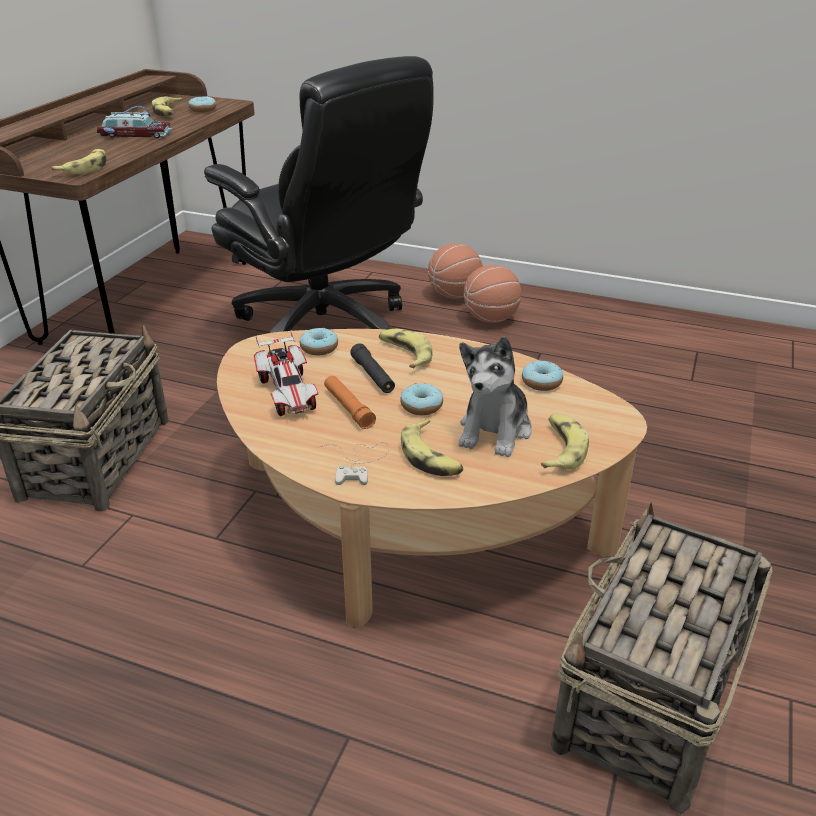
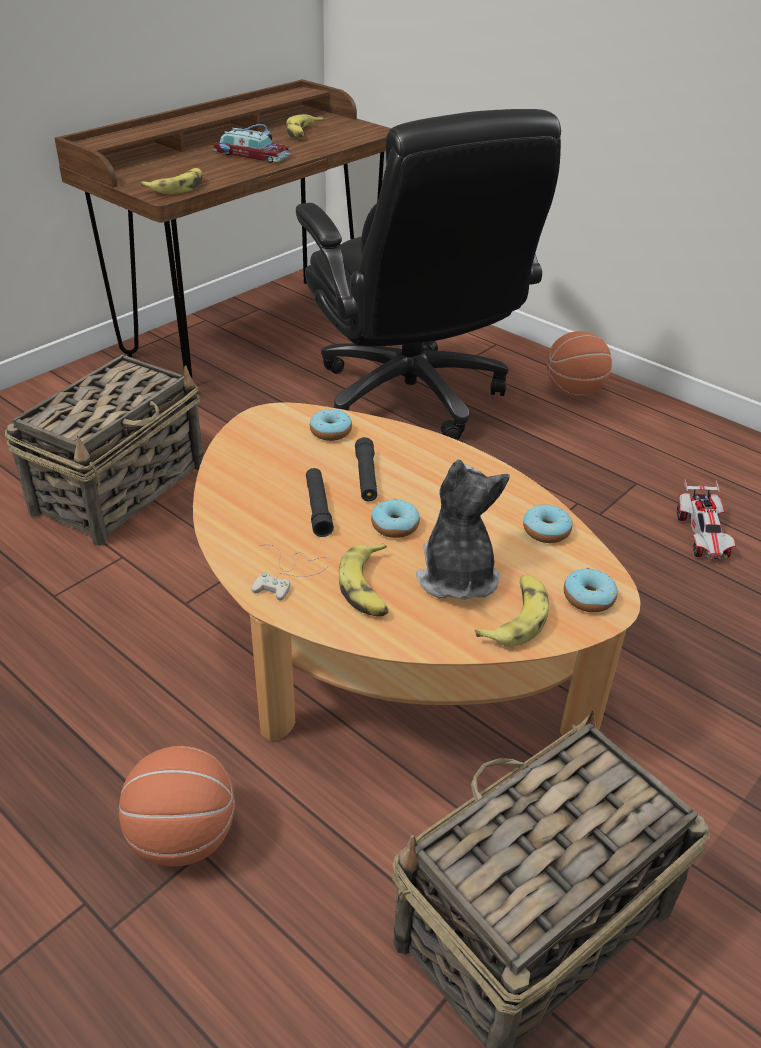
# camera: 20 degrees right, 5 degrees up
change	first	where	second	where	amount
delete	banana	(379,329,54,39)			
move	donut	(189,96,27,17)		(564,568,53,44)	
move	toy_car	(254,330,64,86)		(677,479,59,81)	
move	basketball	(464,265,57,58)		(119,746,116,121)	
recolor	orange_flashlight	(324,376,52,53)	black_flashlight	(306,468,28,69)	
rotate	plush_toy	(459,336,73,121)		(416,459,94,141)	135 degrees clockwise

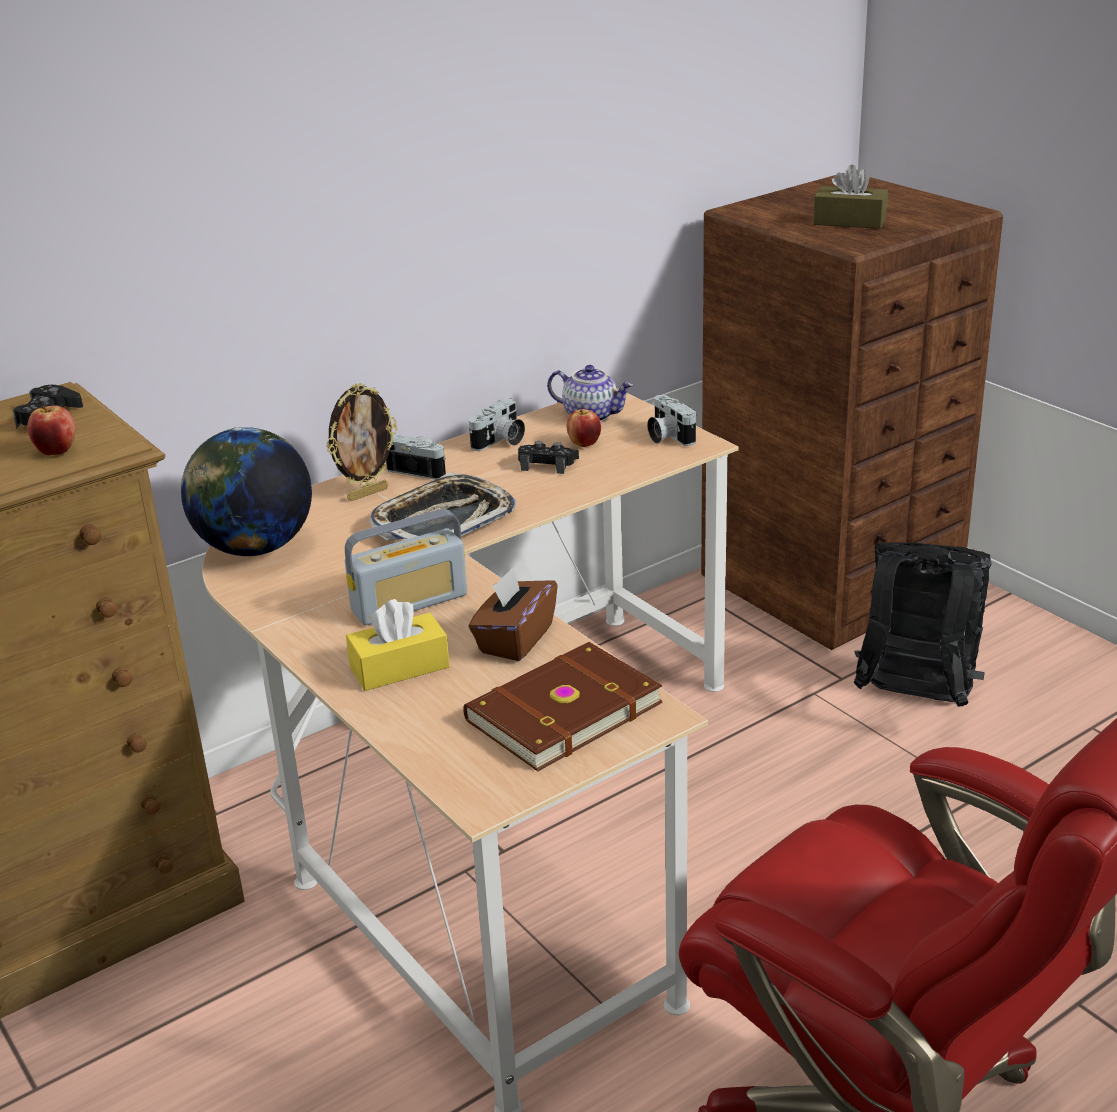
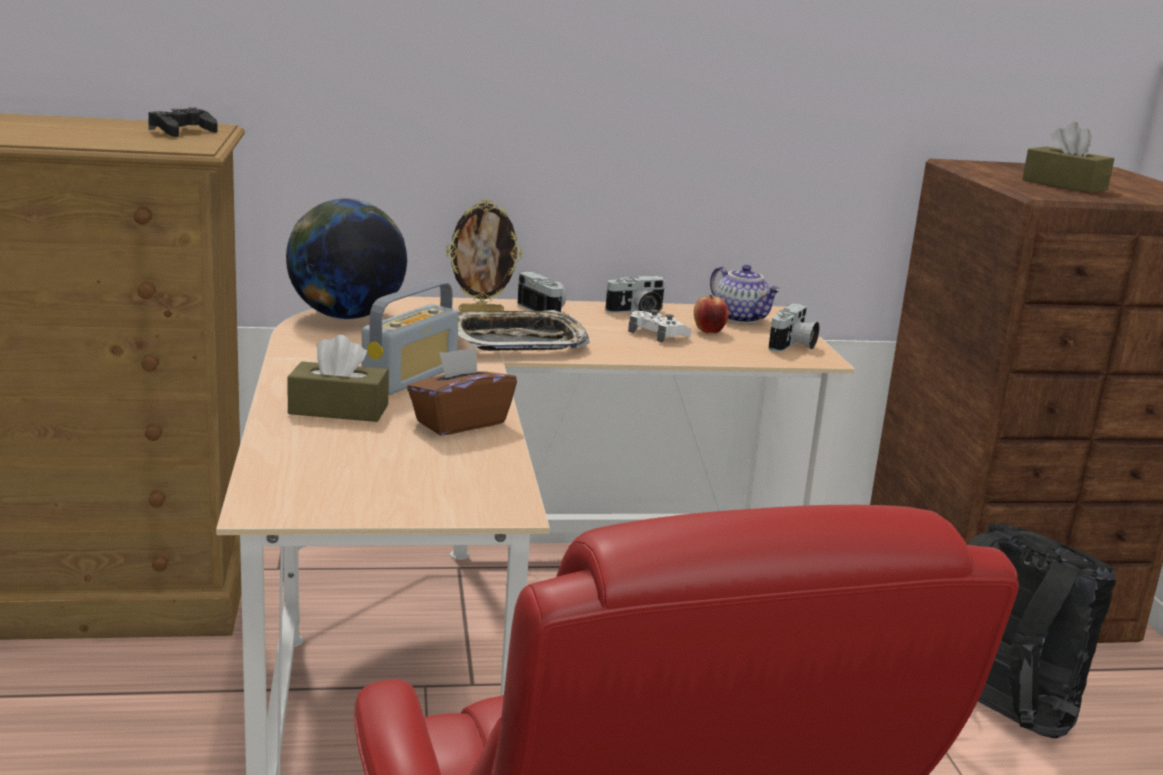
# camera: 25 degrees right, 10 degrees down
change	first	where	second	where	amount
delete	apple	(27,405,48,51)			
delete	brown_book	(463,642,200,129)			
recolor	yellow_tissue_box	(346,599,104,92)	brown_tissue_box	(287,335,102,87)	
recolor	black_game_controller	(518,441,61,33)	white_game_controller	(628,309,63,34)	
rotate	radio	(345,509,122,117)		(361,281,98,114)	60 degrees counterclockwise
rotate	photo_camera	(647,395,49,51)		(768,303,52,49)	150 degrees counterclockwise

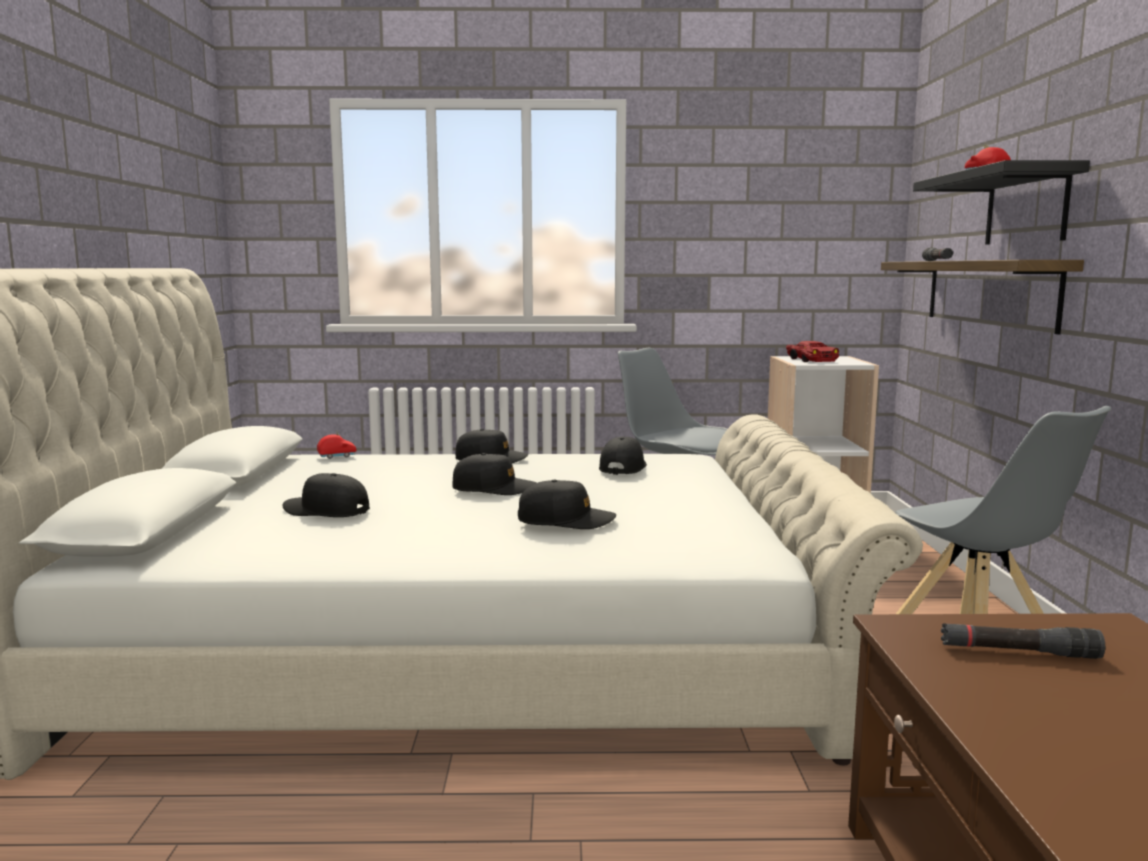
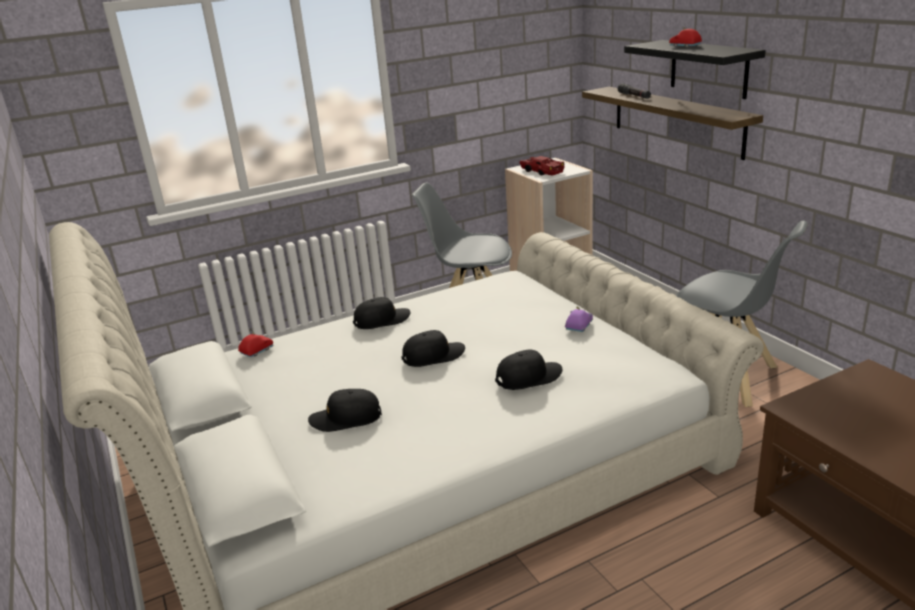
# camera: 25 degrees left, 15 degrees up
change	first	where	second	where	amount
delete	black_cap	(599,437,48,38)			
delete	black_flashlight	(941,623,164,36)			
insert			purple_toy_car	(565,306,28,26)	

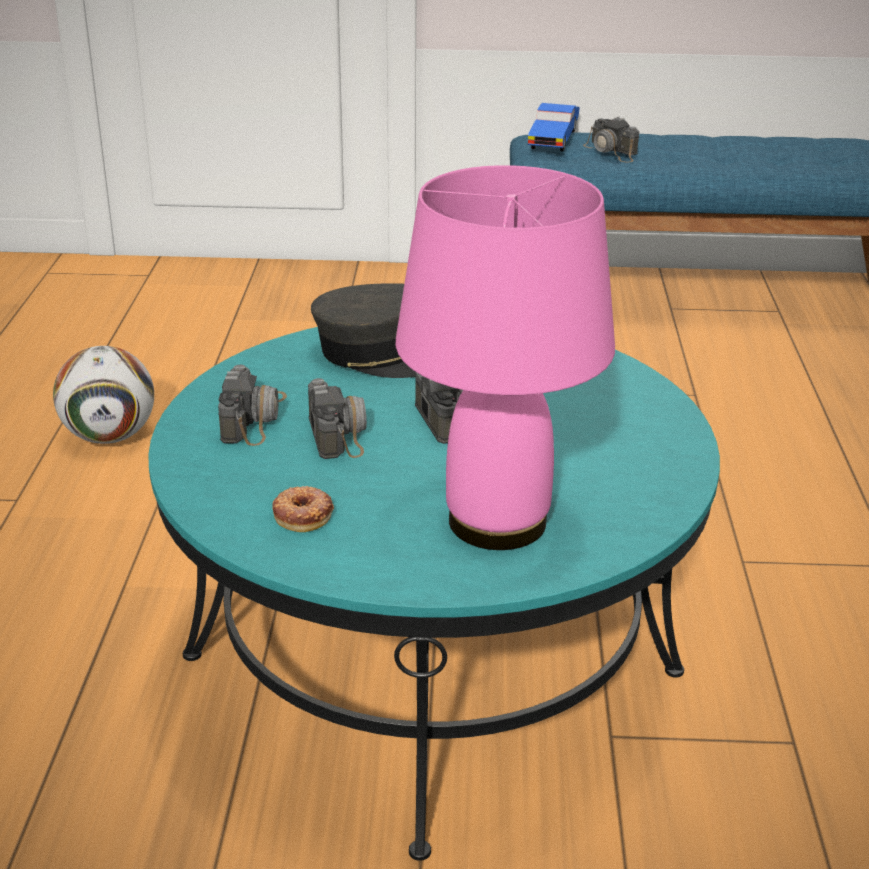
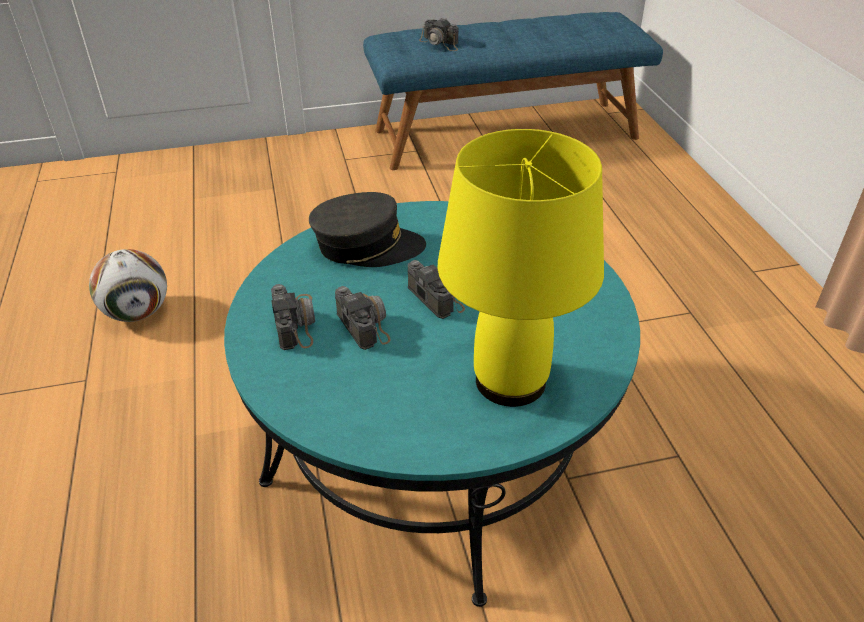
# camera: 15 degrees left, 10 degrees up
change	first	where	second	where	amount
delete	donut	(272,486,62,46)			
delete	blue_toy_car	(528,103,51,49)			
recolor	pink_table_lamp	(396,165,219,385)	yellow_table_lamp	(438,129,166,278)	

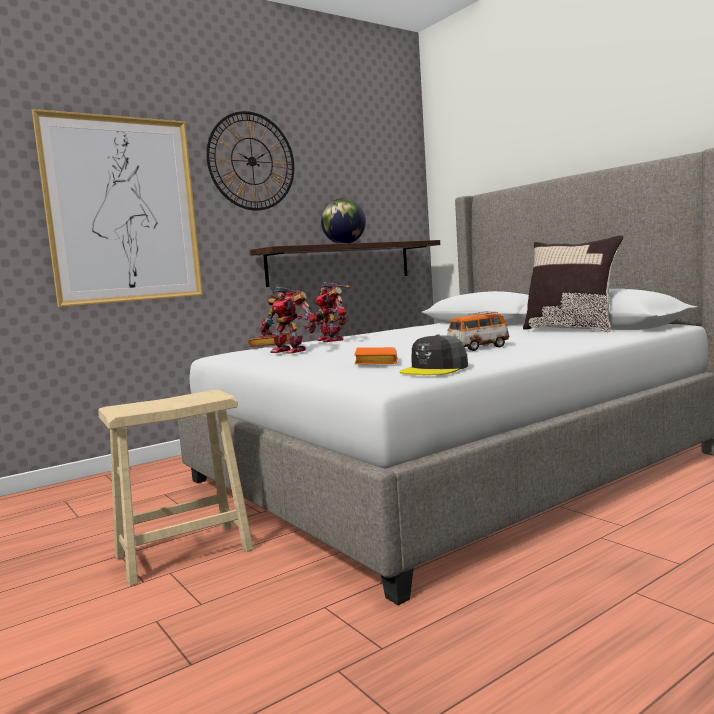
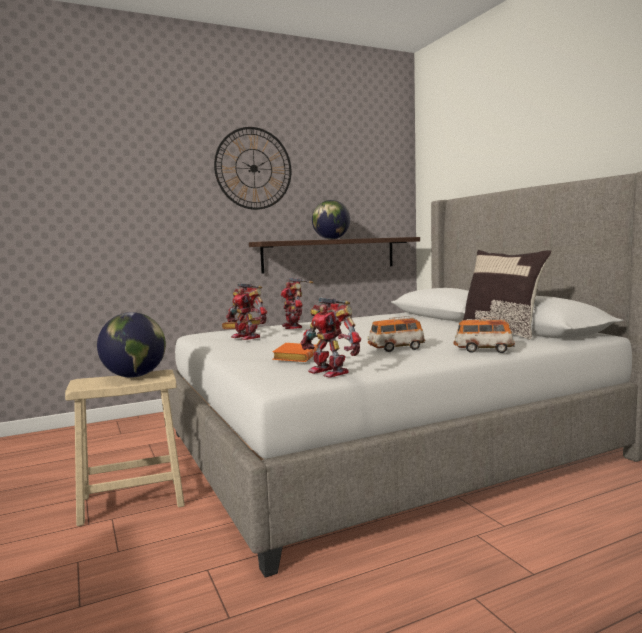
# camera: 10 degrees right, 0 degrees up
change	first	where	second	where	amount
delete	picture	(32,109,171,198)			
insert			globe	(97,312,69,66)	
insert			toy_car	(454,317,61,36)	
replace	grey_cap	(400,334,68,41)	toy_robot	(300,297,61,81)	

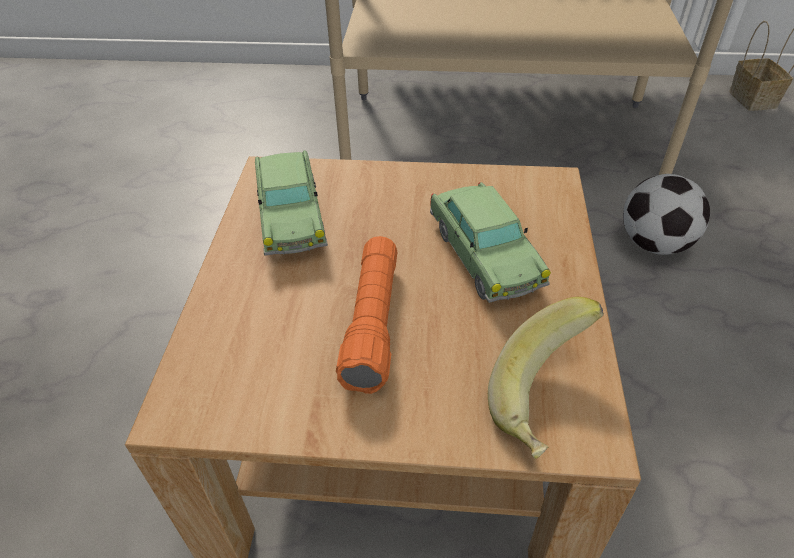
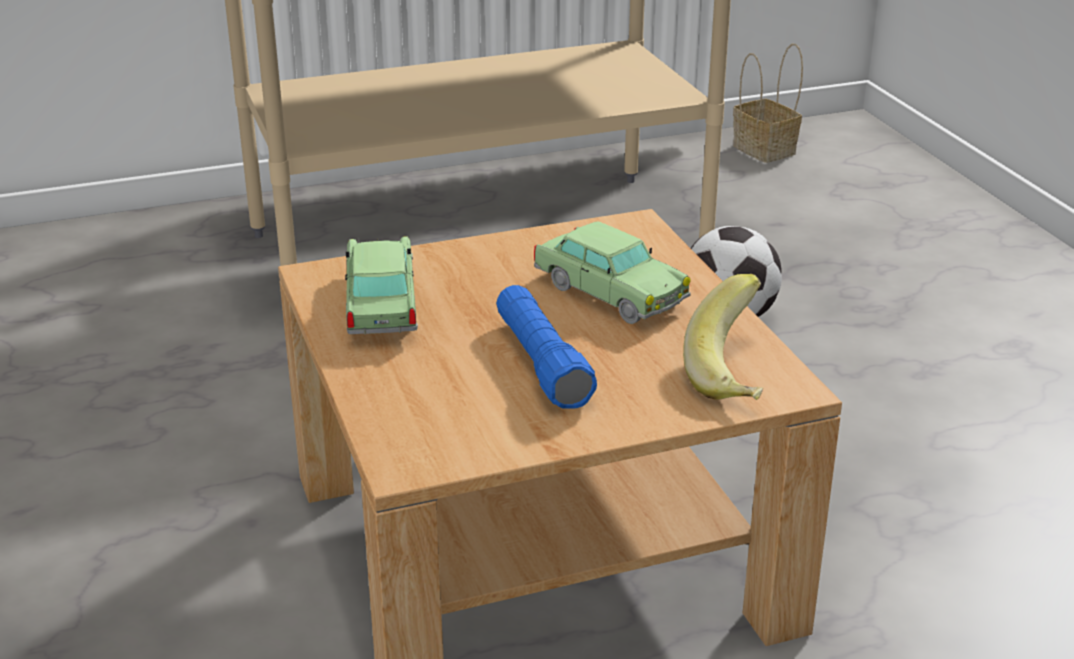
# camera: 25 degrees left, 15 degrees down
change	first	where	second	where	amount
recolor	orange_flashlight	(336,236,61,158)	blue_flashlight	(496,285,101,124)	
rotate	toy_car	(255,150,73,106)		(345,236,73,99)	150 degrees counterclockwise

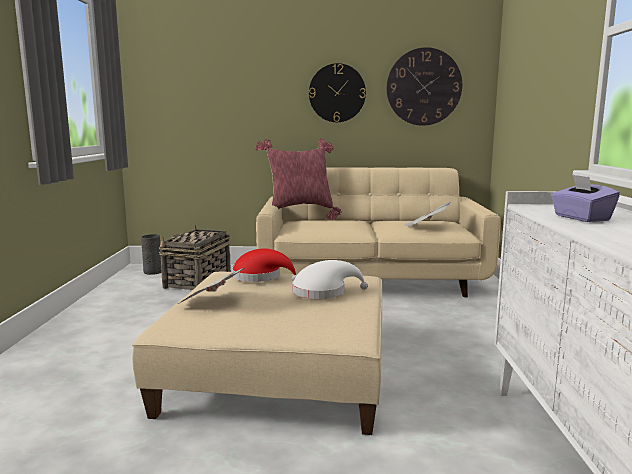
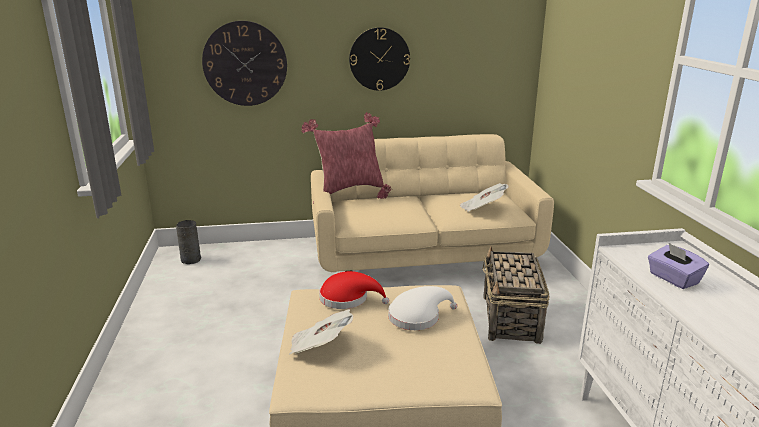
# camera: 10 degrees left, 10 degrees up
change	first	where	second	where	amount
move	basket	(159,225,72,65)		(482,247,68,97)	
move	wall_clock	(387,47,75,79)		(202,21,85,85)	

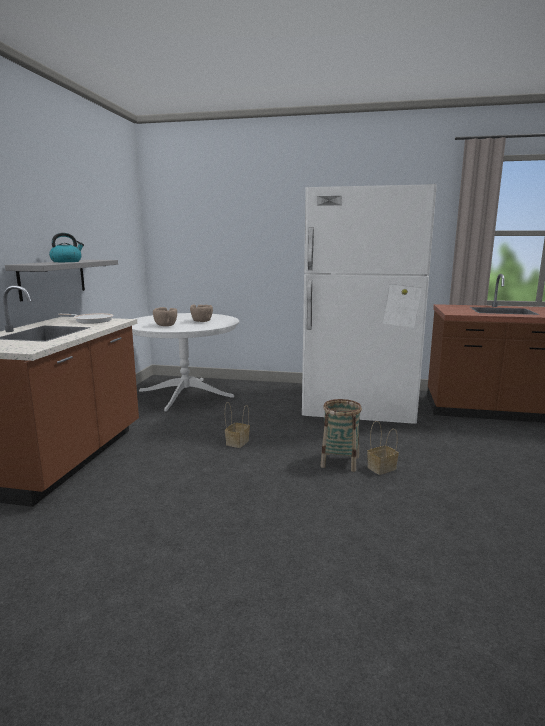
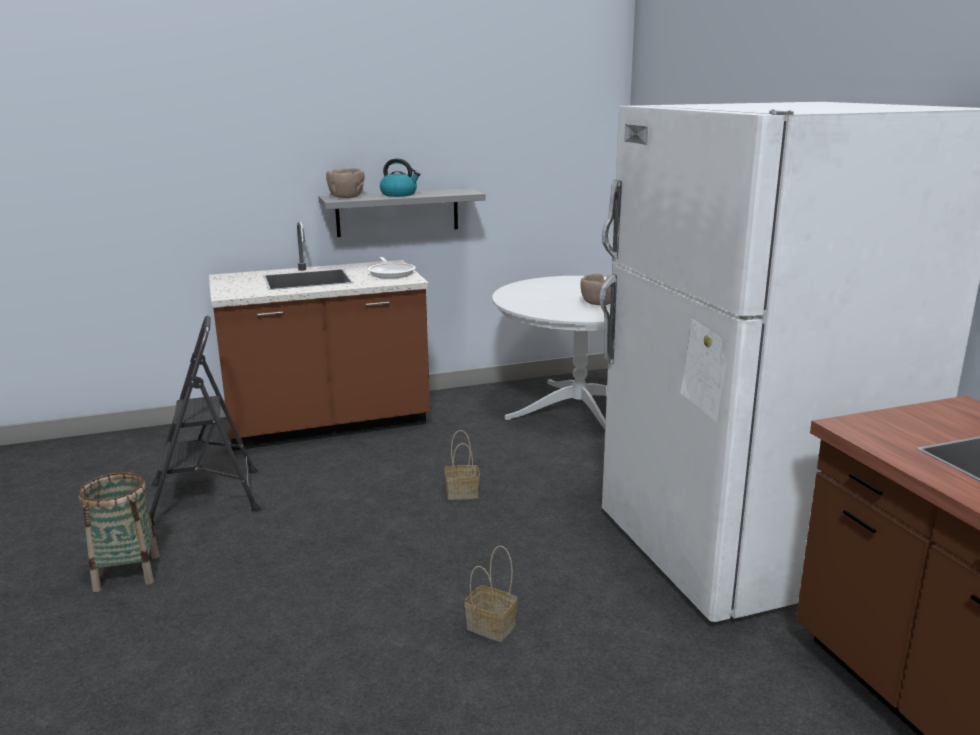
# camera: 60 degrees right, 5 degrees up
change	first	where	second	where	amount
insert			black_step_ladder	(150,315,111,211)	
move	brown_bowl	(153,307,24,19)		(326,168,39,30)	
move	basket	(321,399,41,73)		(78,472,82,120)	

